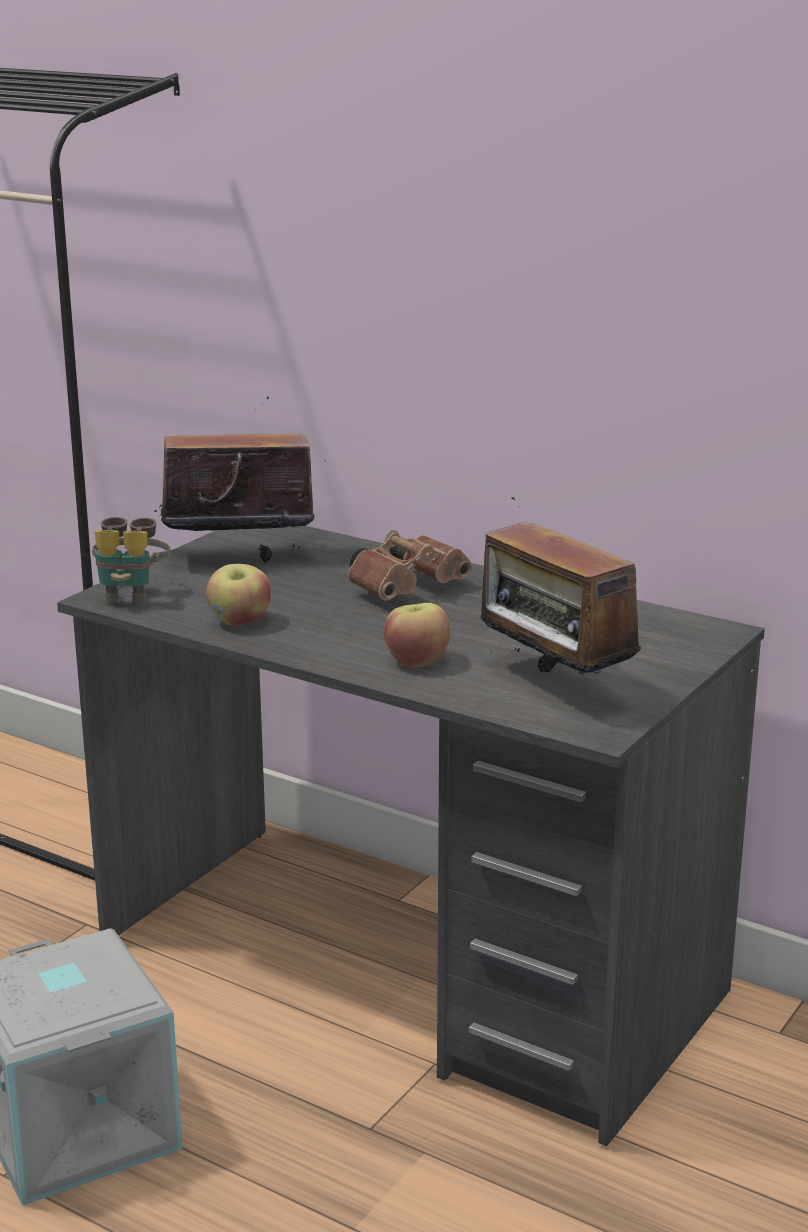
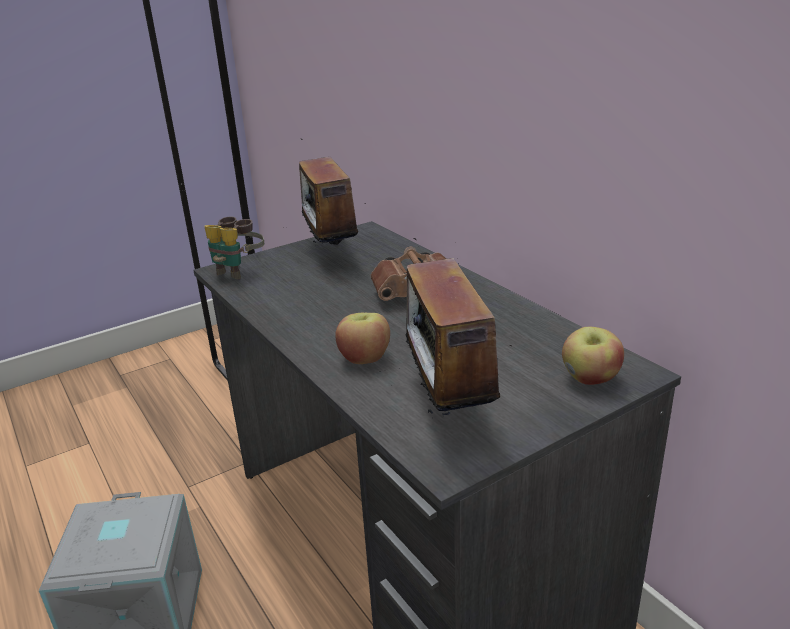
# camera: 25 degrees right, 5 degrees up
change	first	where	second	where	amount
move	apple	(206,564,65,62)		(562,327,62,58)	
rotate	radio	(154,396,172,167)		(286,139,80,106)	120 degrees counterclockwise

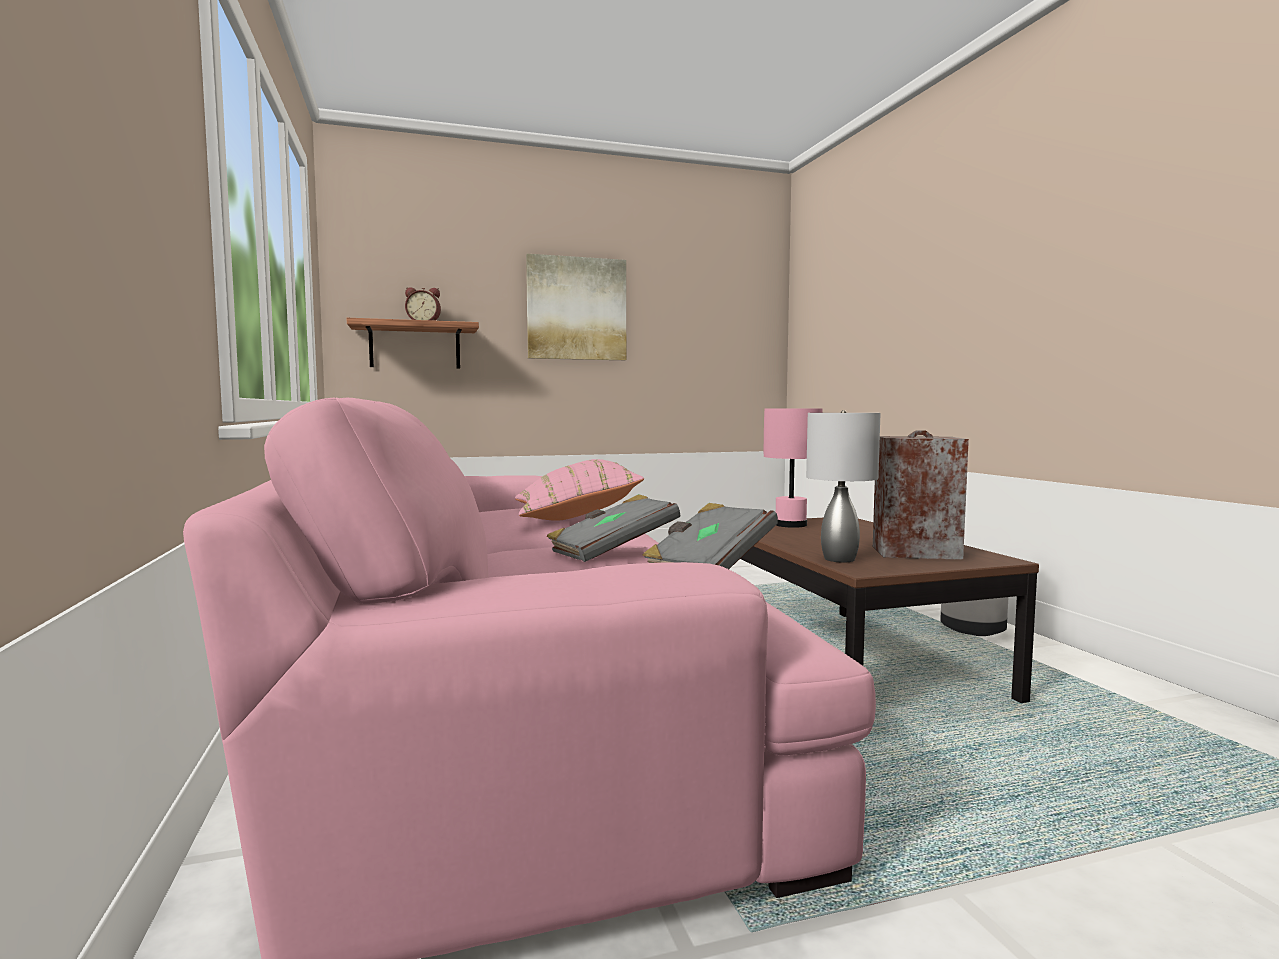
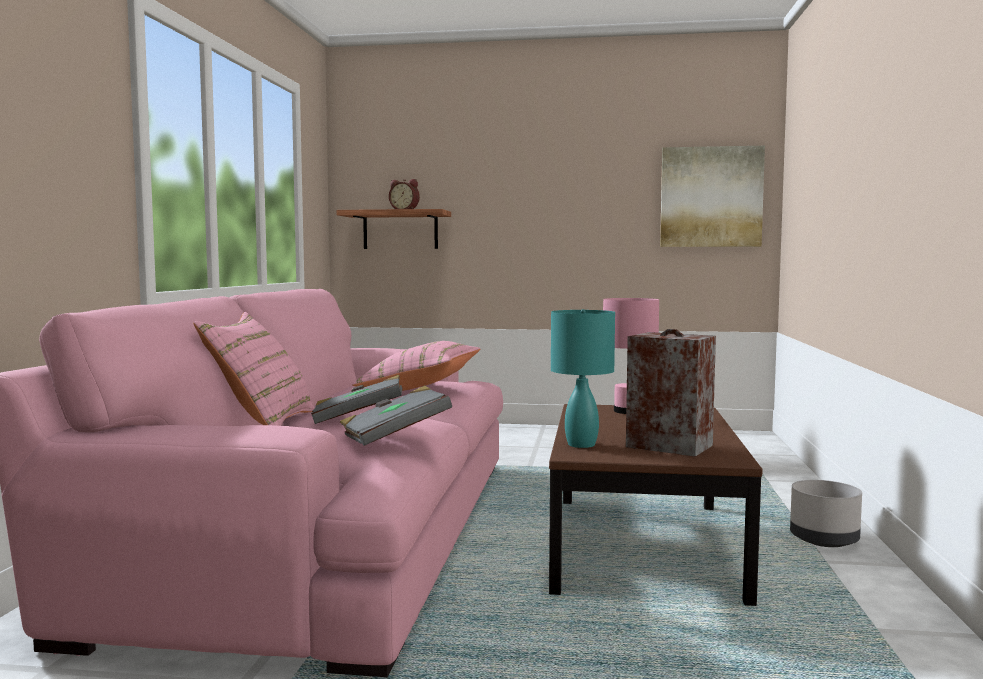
# camera: 25 degrees right, 0 degrees up
change	first	where	second	where	amount
insert			pink_pillow	(193,312,121,114)	
move	picture	(526,254,100,106)		(660,146,105,101)	
recolor	grey_table_lamp	(806,410,75,152)	turquoise_table_lamp	(551,309,64,139)	

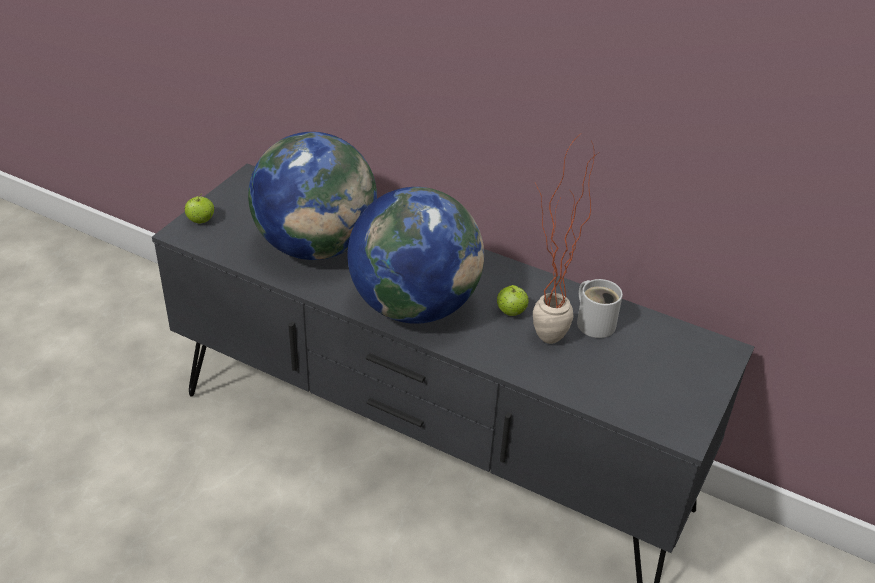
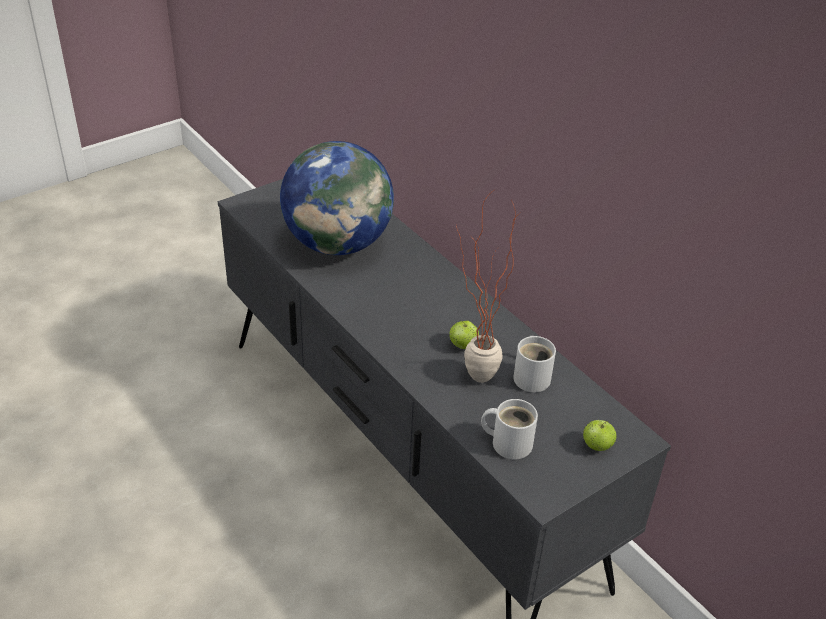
# camera: 25 degrees right, 0 degrees up
change	first	where	second	where	amount
delete	globe	(347,187,137,137)			
insert			white_mug	(481,399,57,61)	
move	apple	(185,196,29,28)		(583,420,33,31)	

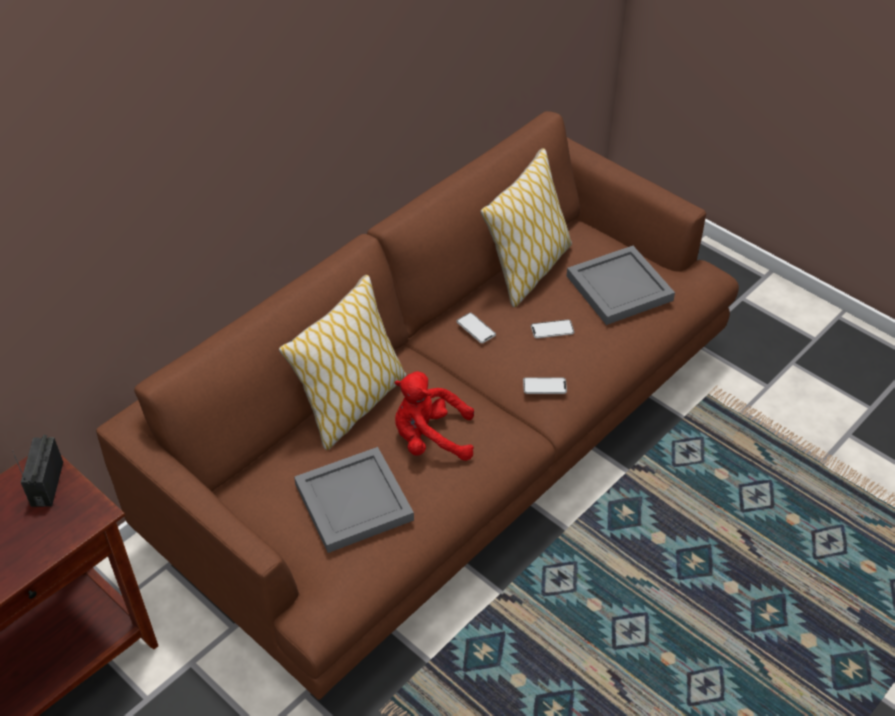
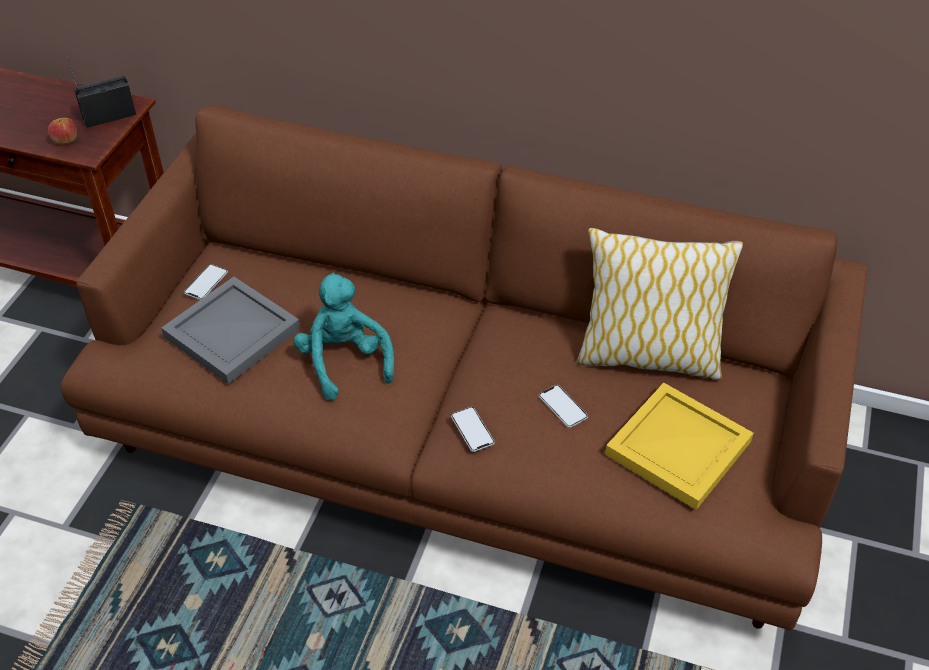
# camera: 65 degrees right, 0 degrees up
change	first	where	second	where	amount
delete	pillow	(279,275,128,175)			
insert			apple	(48,118,29,27)	
move	phone	(456,313,40,30)		(184,264,44,36)	
recolor	red_plush_toy	(394,371,80,90)	turquoise_plush_toy	(293,273,101,127)	
recolor	grey_tray	(567,246,108,79)	yellow_tray	(605,383,148,127)	

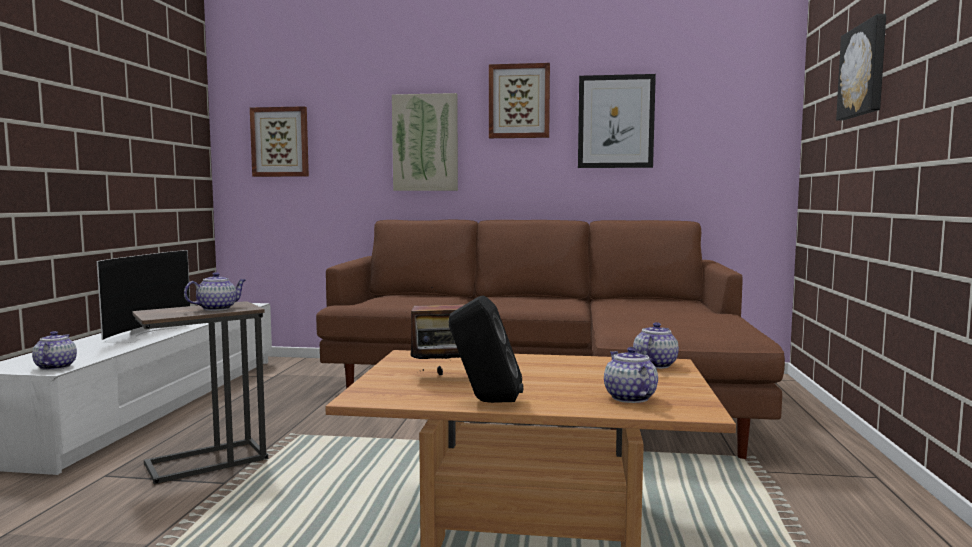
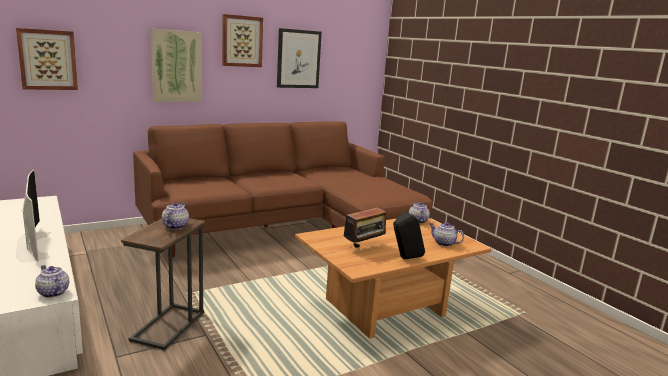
# camera: 40 degrees left, 10 degrees up
change	first	where	second	where	amount
delete	picture	(836,14,50,107)			

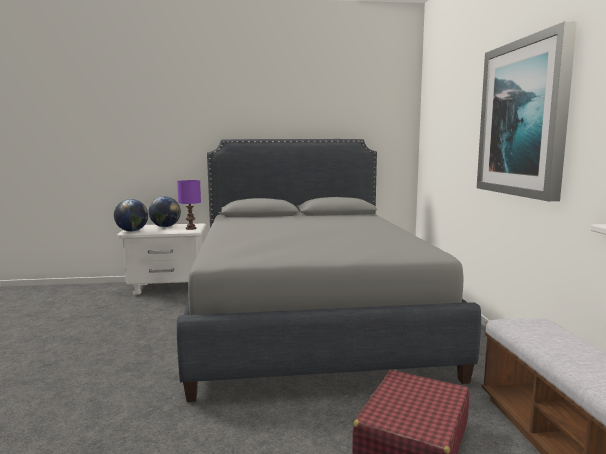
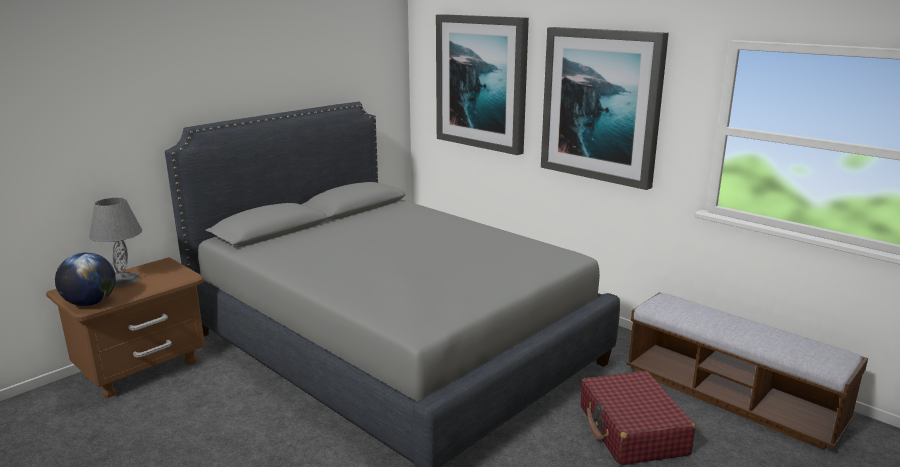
# camera: 40 degrees left, 10 degrees up
change	first	where	second	where	amount
delete	purple_table_lamp	(177,180,24,50)			
insert			picture	(436,14,93,141)	
replace	globe	(149,196,32,31)	grey_table_lamp	(89,197,53,89)	
recolor	white_nightstand	(117,223,89,72)	brown_nightstand	(46,257,159,141)	

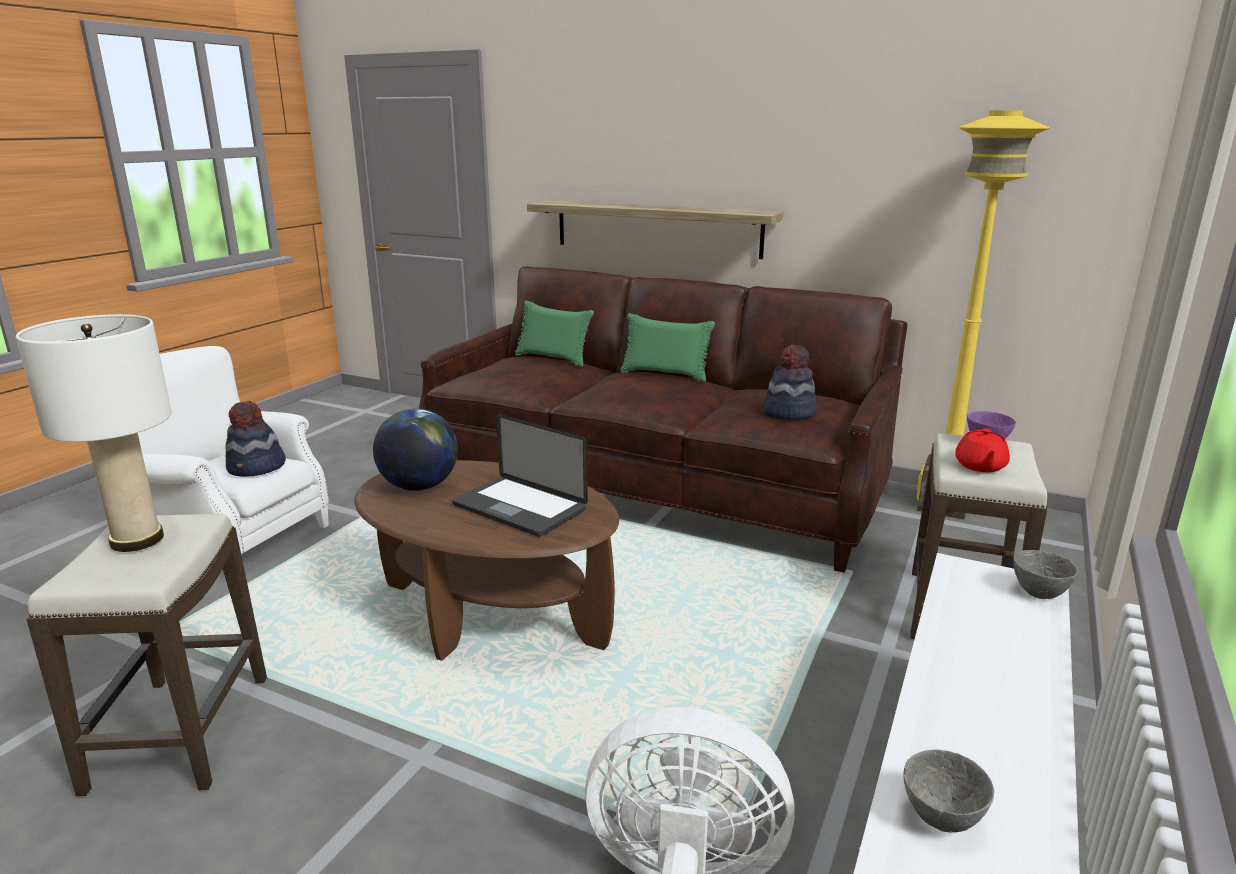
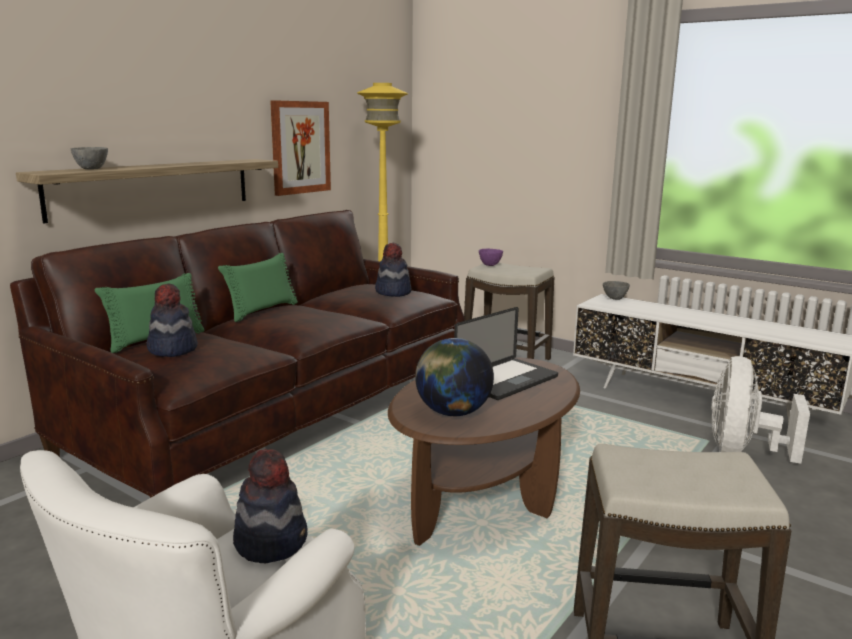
# camera: 80 degrees left, 5 degrees down
change	first	where	second	where	amount
delete	white_table_lamp	(16,314,156,238)			
delete	red_teapot	(955,428,55,44)			
insert			hat	(147,283,51,74)	
insert			picture	(270,100,61,96)	
move	grey_bowl	(903,749,91,84)		(70,147,38,23)	

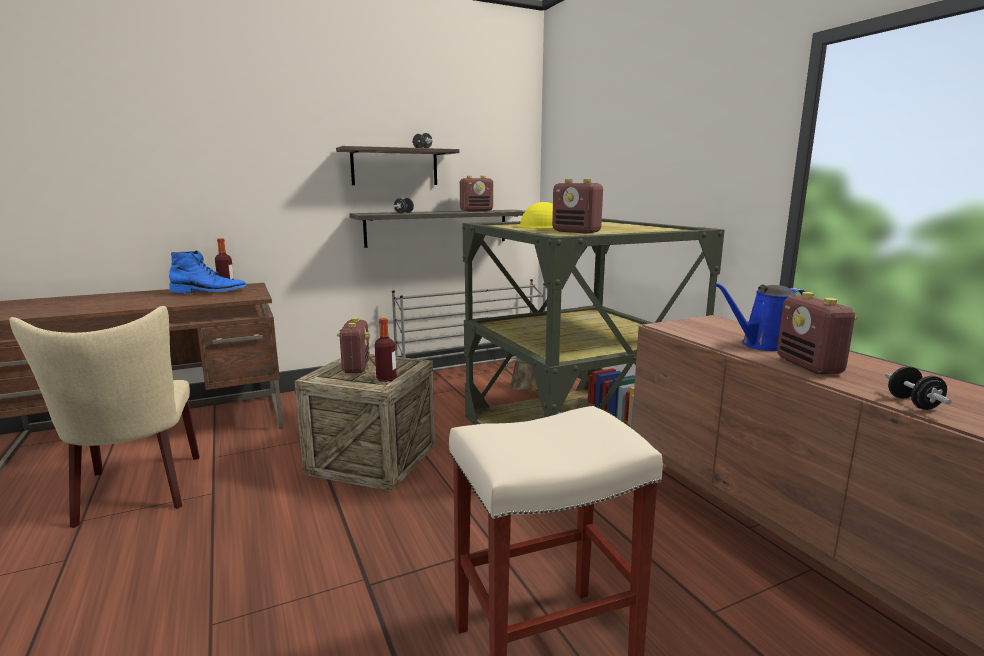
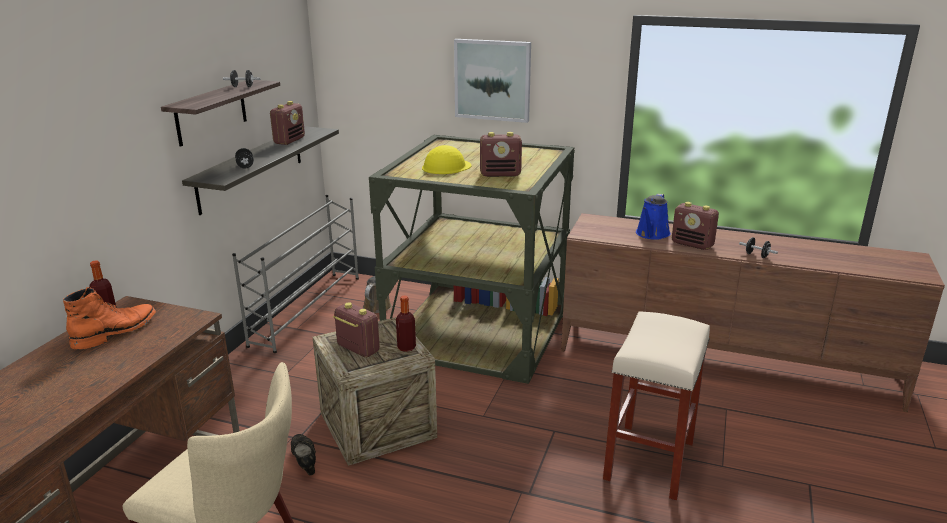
# camera: 45 degrees left, 10 degrees up
change	first	where	second	where	amount
insert			black_shoe	(291,434,25,42)	
insert			picture	(454,39,77,84)	
recolor	blue_boot	(169,250,78,43)	orange_boot	(63,287,93,62)	

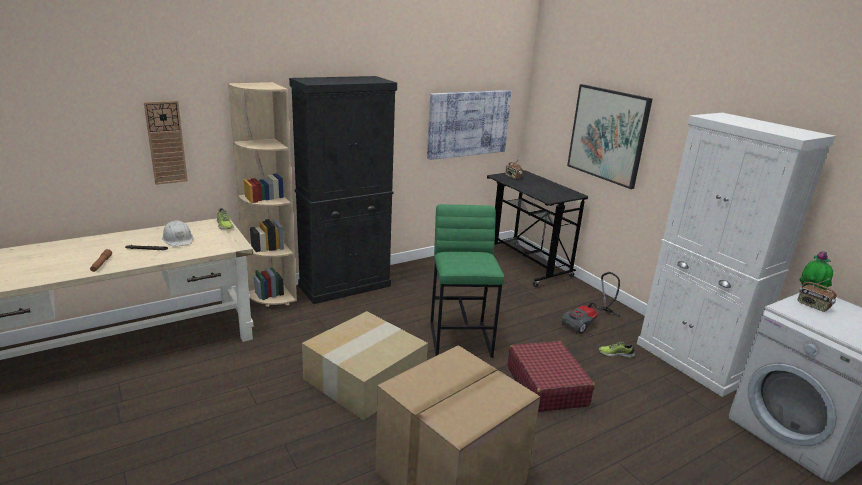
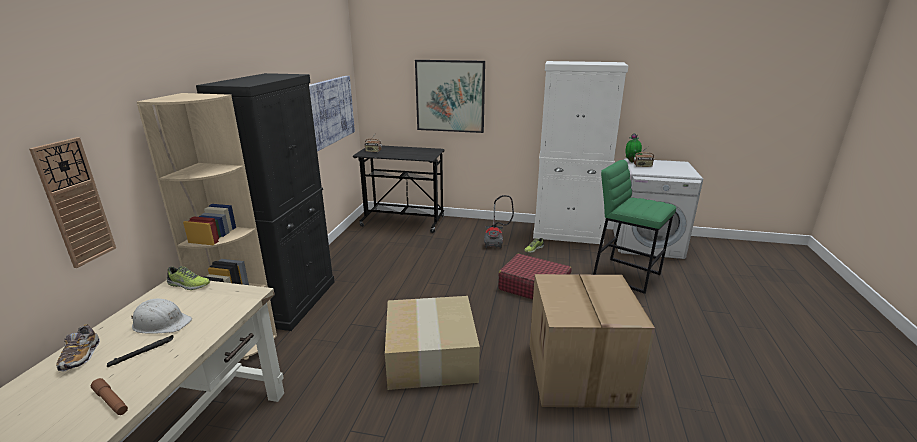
# camera: 45 degrees left, 0 degrees up
change	first	where	second	where	amount
insert			shoe	(56,324,44,47)	
move	green_stool	(430,204,74,154)		(593,160,83,134)	

